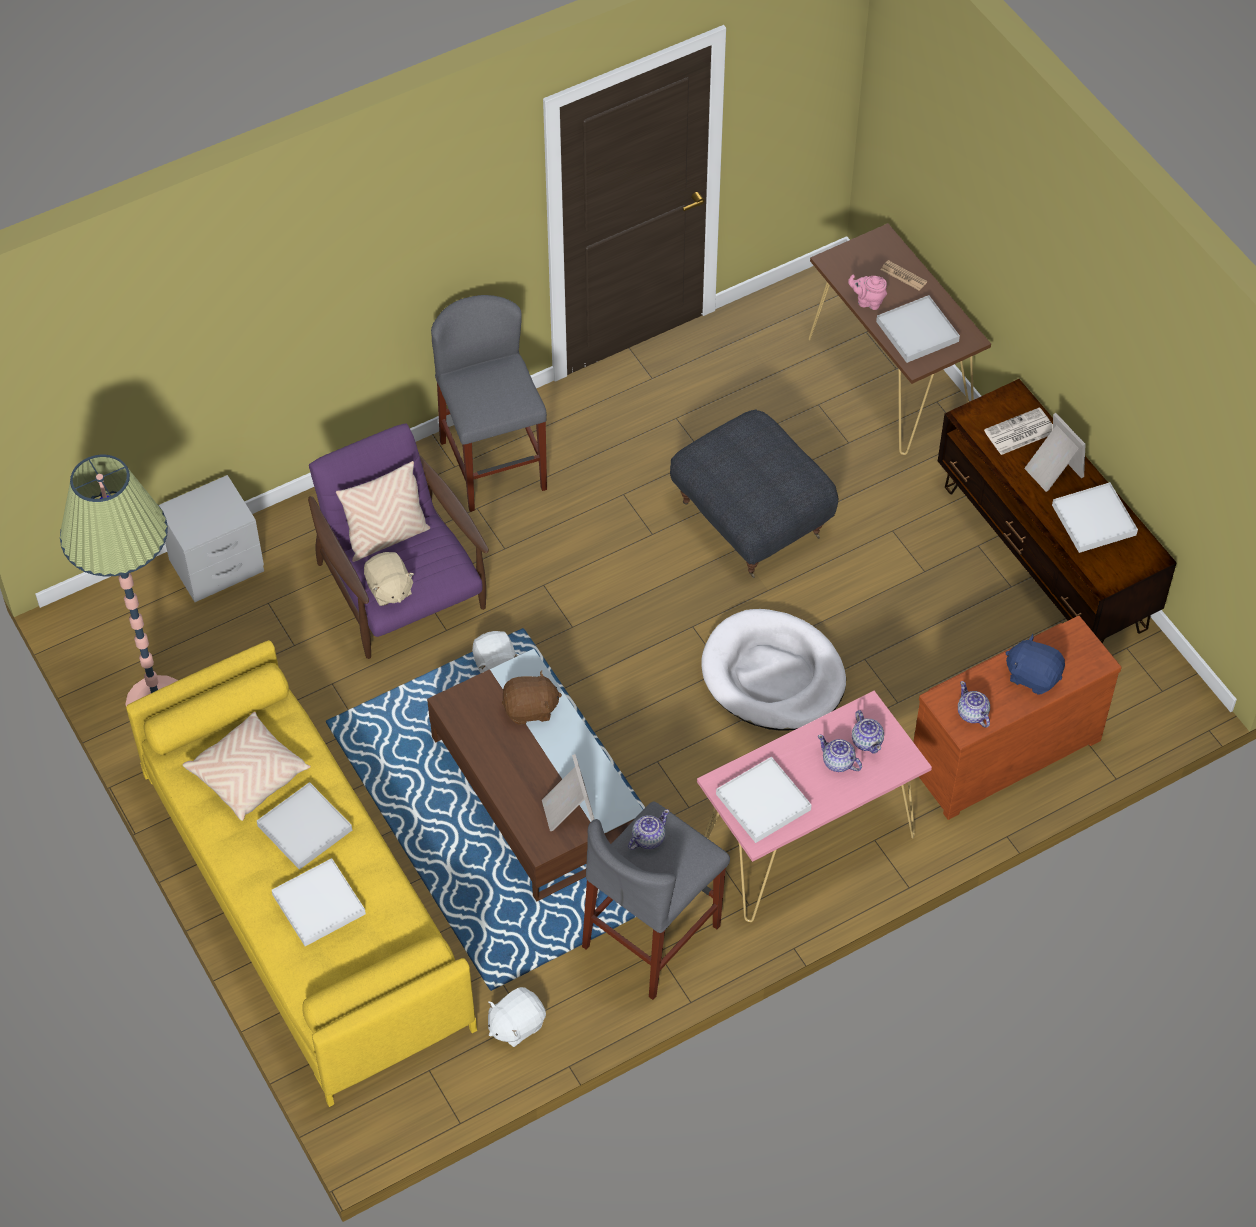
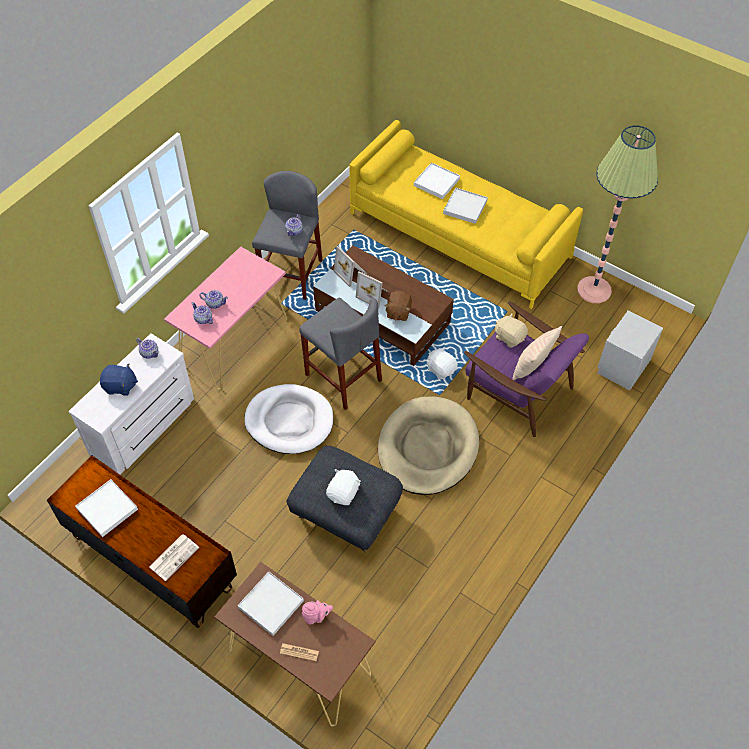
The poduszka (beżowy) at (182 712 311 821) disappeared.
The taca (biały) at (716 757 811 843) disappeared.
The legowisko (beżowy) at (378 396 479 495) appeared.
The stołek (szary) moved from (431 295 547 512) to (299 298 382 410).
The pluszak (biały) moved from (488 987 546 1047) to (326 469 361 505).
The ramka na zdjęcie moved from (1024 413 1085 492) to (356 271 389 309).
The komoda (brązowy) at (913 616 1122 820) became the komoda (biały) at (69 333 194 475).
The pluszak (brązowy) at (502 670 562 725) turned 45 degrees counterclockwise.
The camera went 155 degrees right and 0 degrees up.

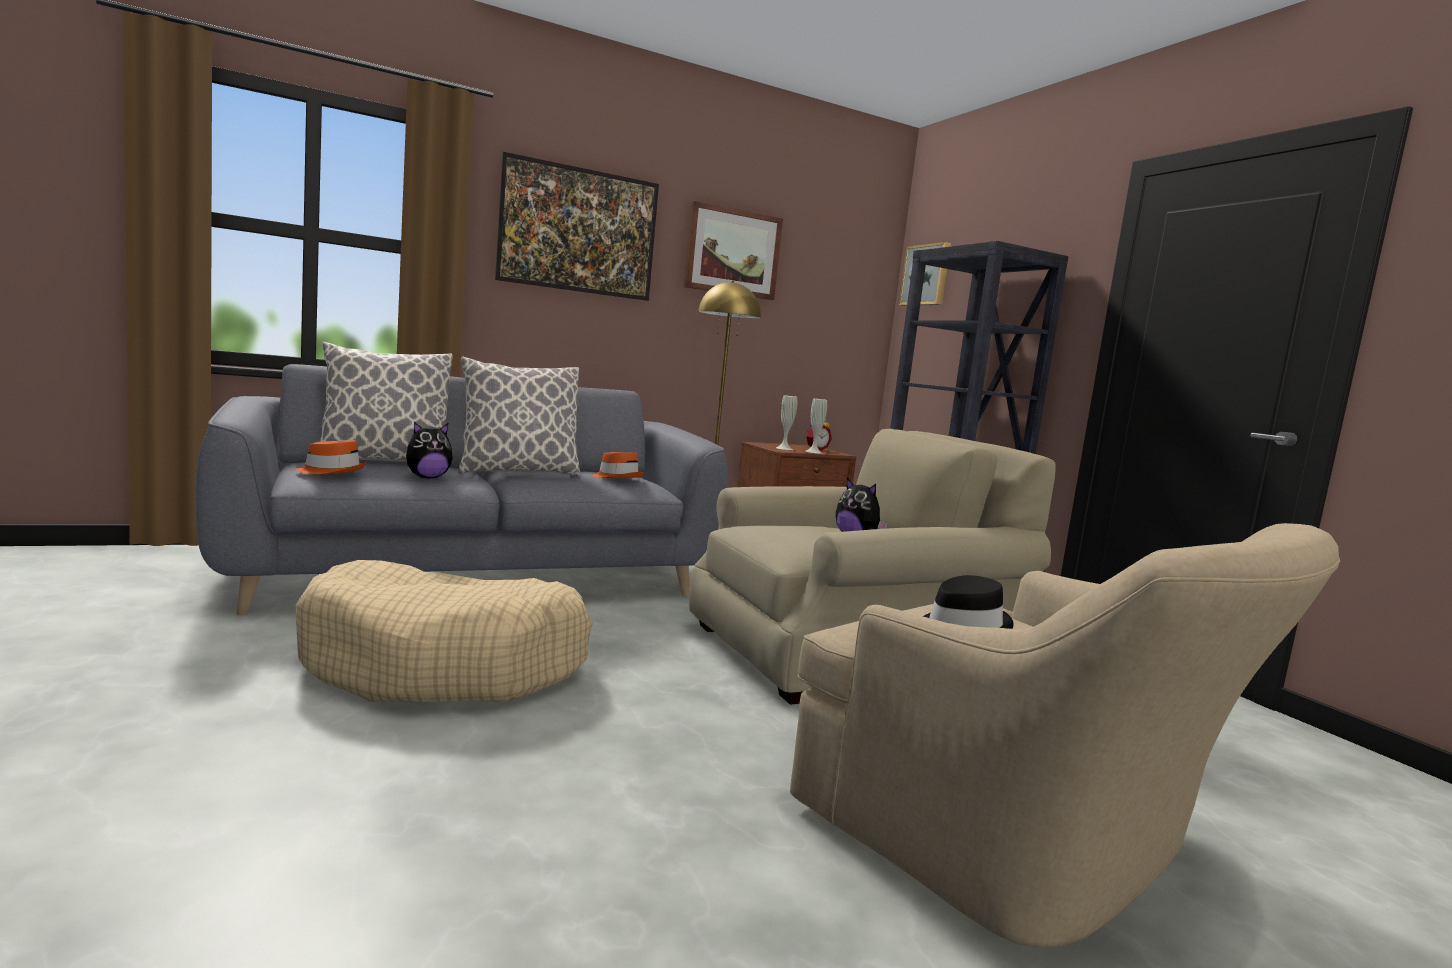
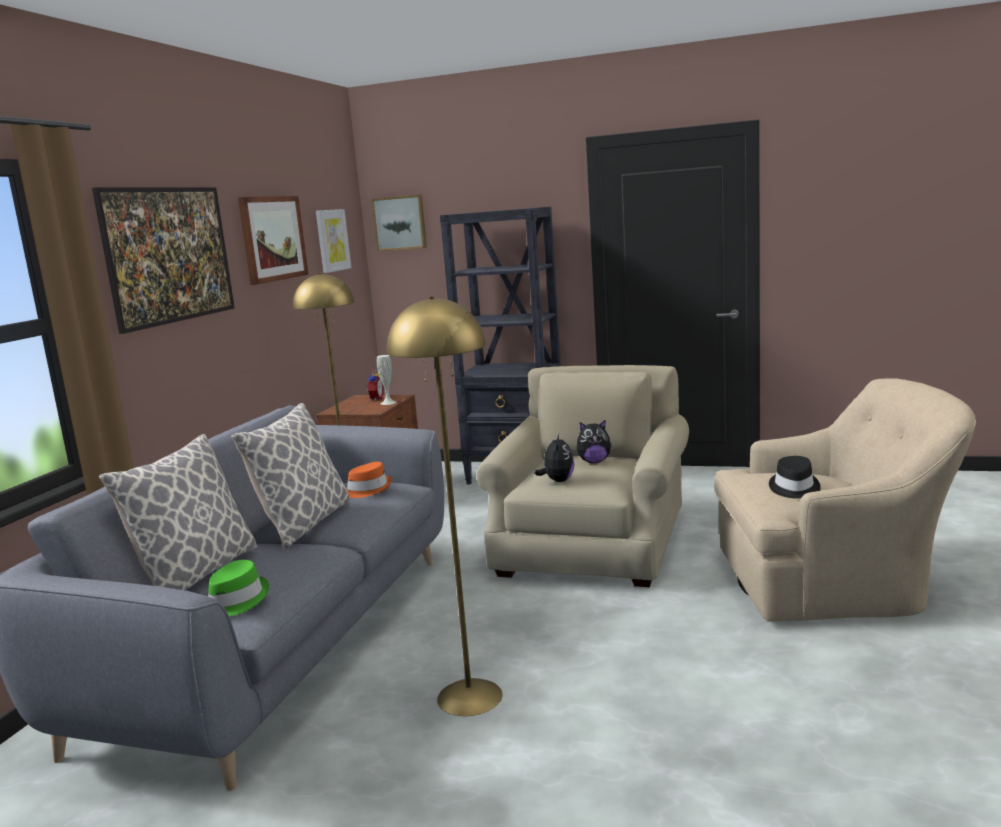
The wazon (biały) at (776 395 797 450) disappeared.
The obraz at (316 209 351 273) appeared.
The pluszak moved from (406 422 453 479) to (534 434 575 482).
The legowisko (beżowy) at (296 560 593 702) was replaced by the lampa stojąca (żółty) at (387 296 502 716).
The kapelusz (pomarańczowy) at (296 440 366 474) became the kapelusz (zielony) at (208 560 269 617).
The camera went 45 degrees left and 5 degrees up.

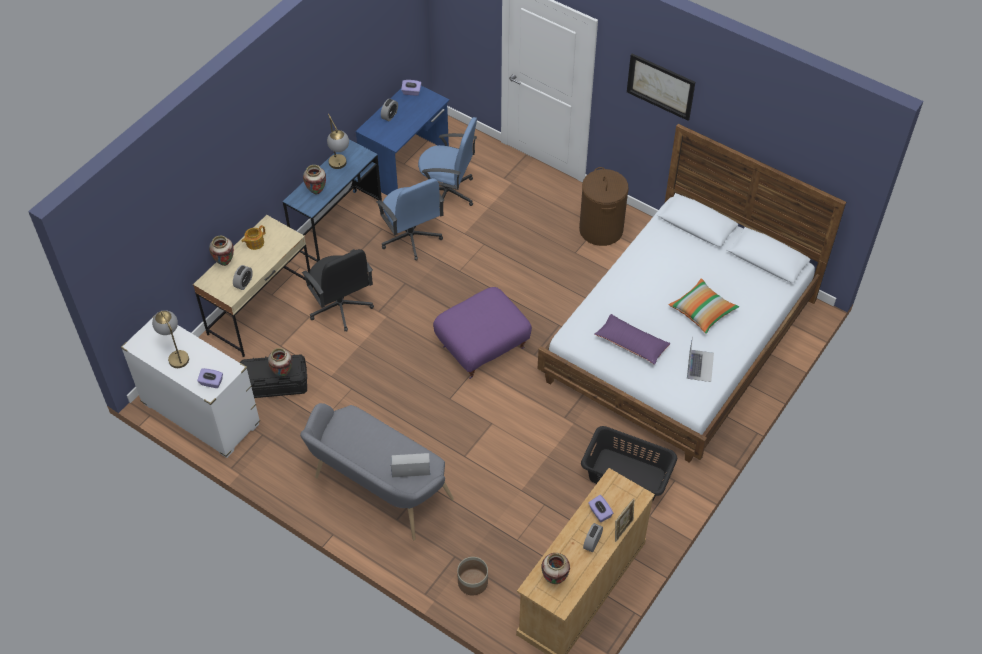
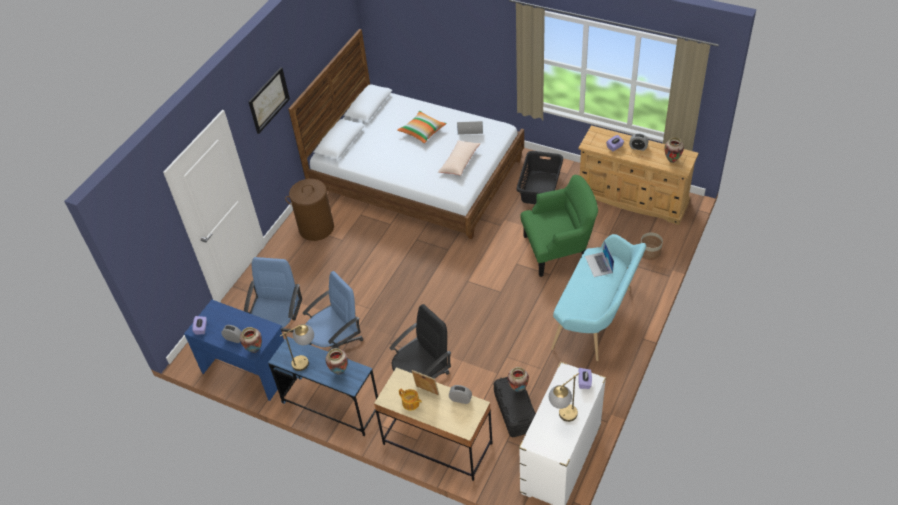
The pufa (fioletowy) at (433 287 532 379) disappeared.
The fotel (zielony) at (520 175 598 277) appeared.
The wazon moved from (209 236 234 266) to (240 327 262 353).
The ramka na zdjęcie moved from (615 498 635 542) to (412 370 439 395).
The ławka (szary) at (300 403 454 540) became the ławka (turkusowy) at (551 234 646 361).
The poduszka (fioletowy) at (594 314 671 365) became the poduszka (beżowy) at (438 141 481 176).
The camera went 95 degrees left and 5 degrees down.

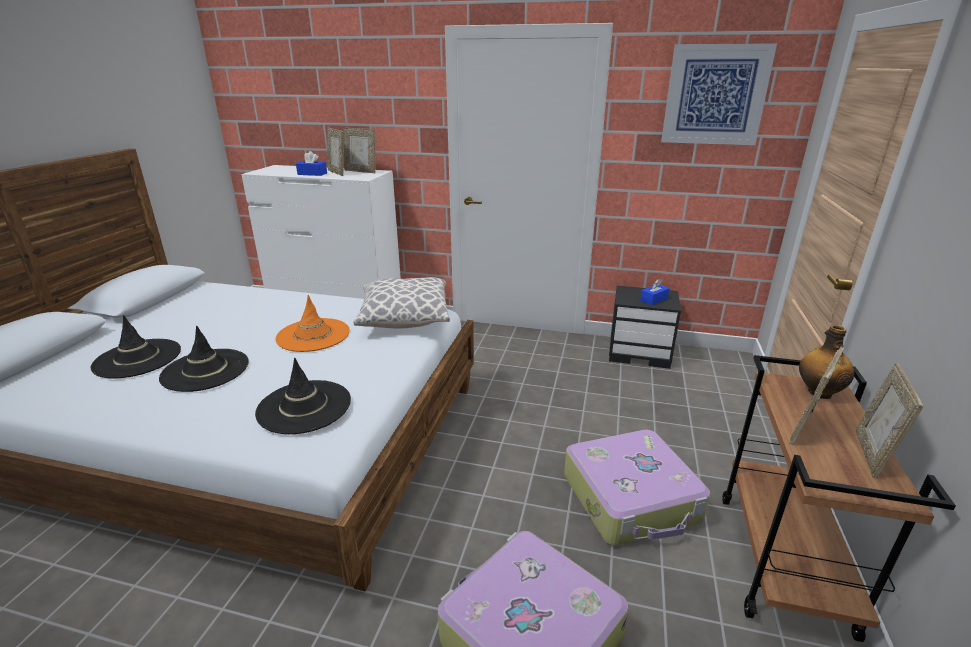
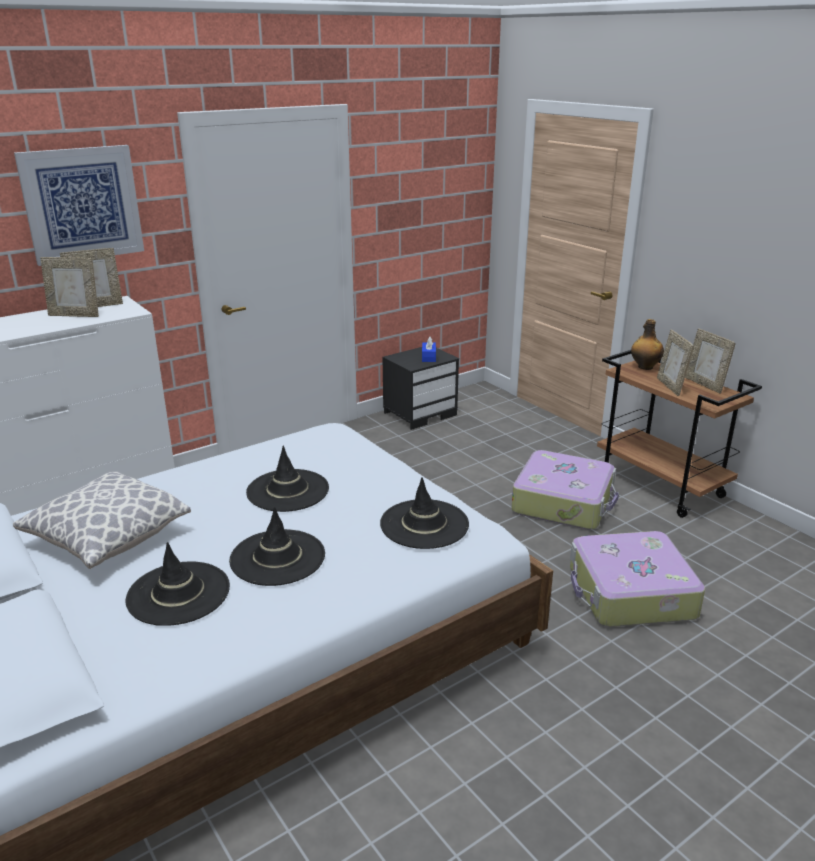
The pudełko chusteczek (niebieski) at (296 151 327 176) disappeared.
The poduszka moved from (354 277 450 329) to (13 471 191 569).
The obraz moved from (661 43 777 145) to (14 145 144 266).
The kapelusz (pomarańczowy) at (275 295 350 352) became the kapelusz (czarny) at (246 446 329 512).
The camera went 50 degrees left and 0 degrees up.

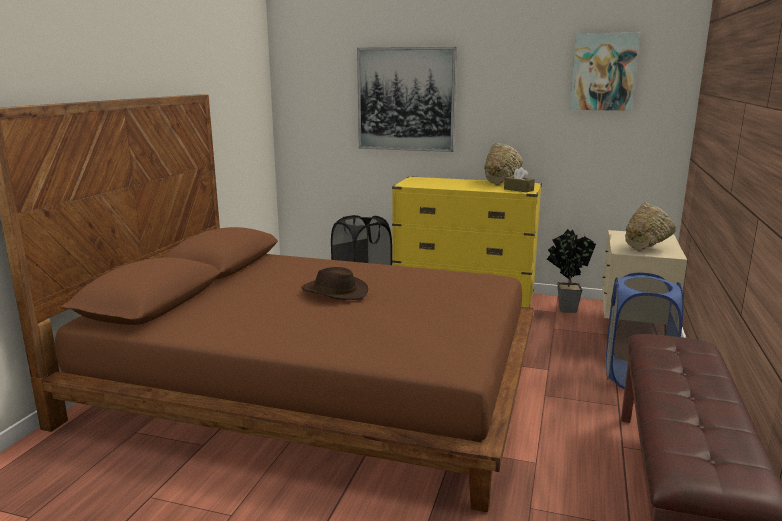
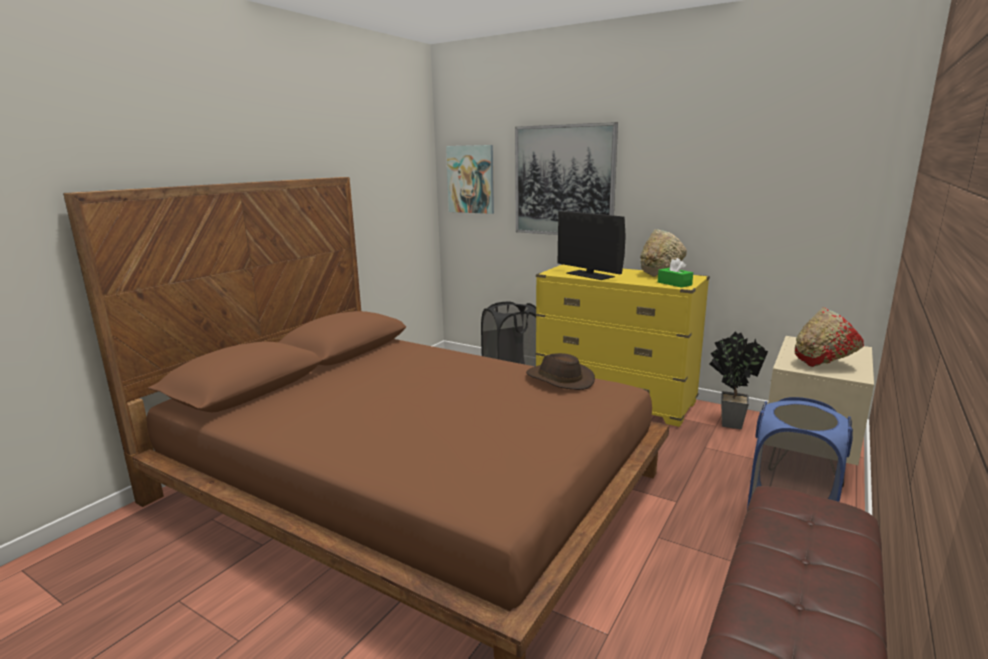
The monitor at (558 211 626 280) appeared.
The kapelusz (brązowy) moved from (301 267 368 300) to (526 353 595 390).
The obraz moved from (570 33 639 111) to (446 145 494 214).
The pudełko chusteczek (brązowy) at (504 167 535 192) became the pudełko chusteczek (zielony) at (658 258 693 288).
The miska (beżowy) at (625 202 676 251) became the miska (czerwony) at (795 307 864 367).
The camera went 15 degrees right and 0 degrees up.

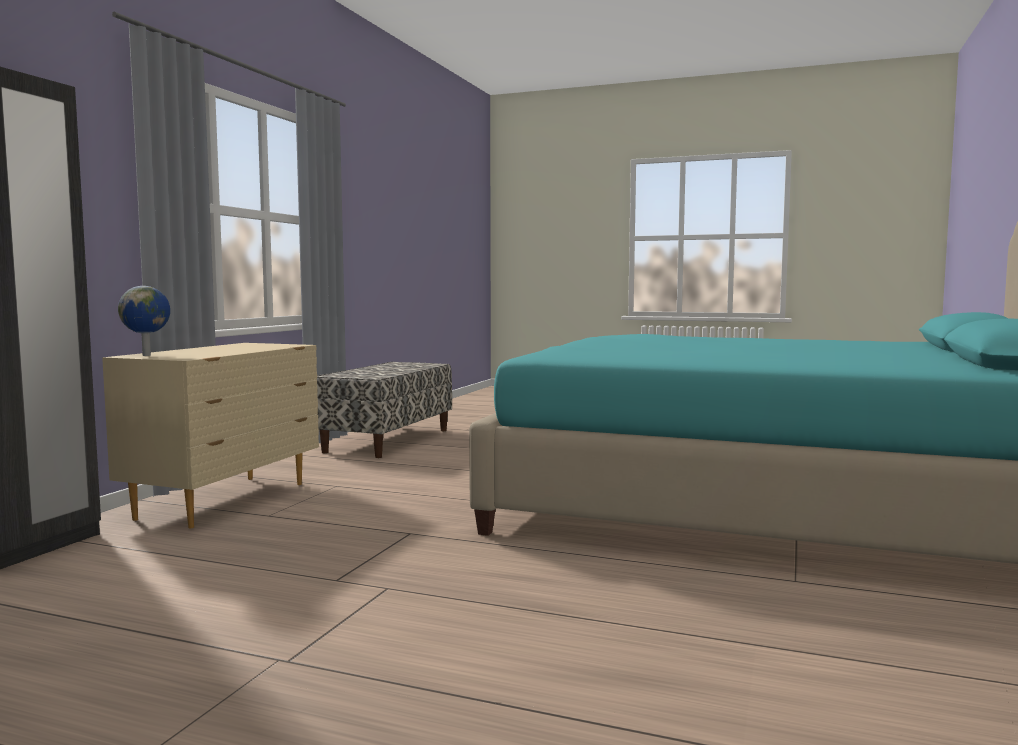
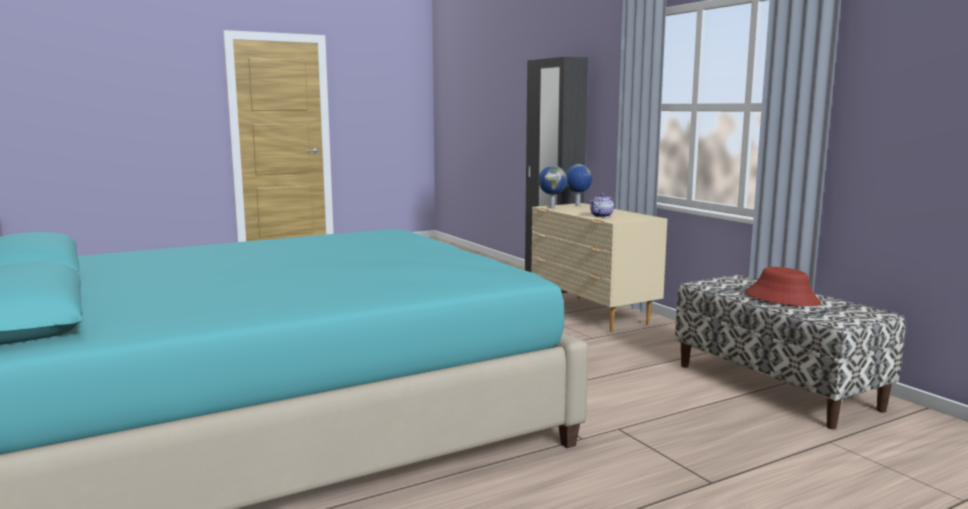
The globus at (538 166 567 208) appeared.
The imbryk at (590 193 614 217) appeared.
The kapelusz (czerwony) at (745 267 821 306) appeared.
The camera went 130 degrees right and 5 degrees up.

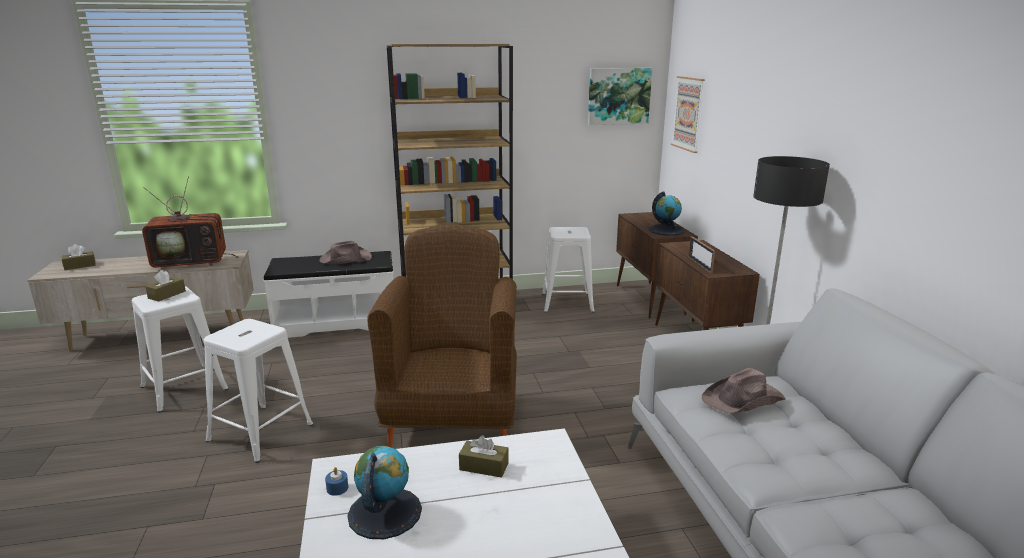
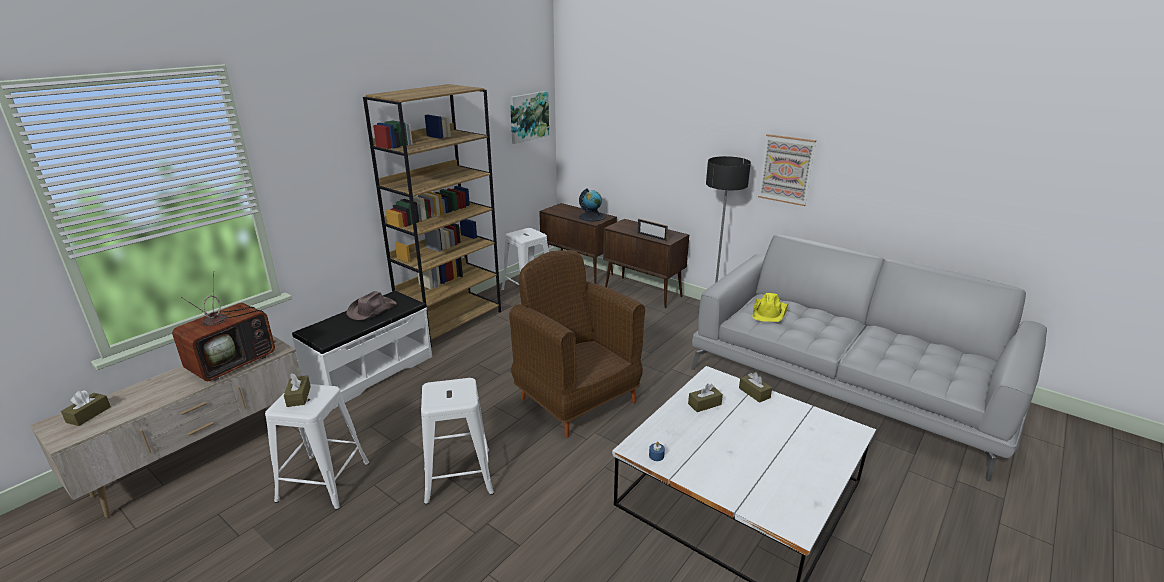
The globus at (347 446 422 539) disappeared.
The pudełko chusteczek (brązowy) at (739 372 772 403) appeared.
The obraz moved from (671 76 705 153) to (758 134 816 206).
The kapelusz (brązowy) at (702 368 786 414) became the kapelusz (żółty) at (752 293 789 322).
The camera went 40 degrees left and 5 degrees up.

